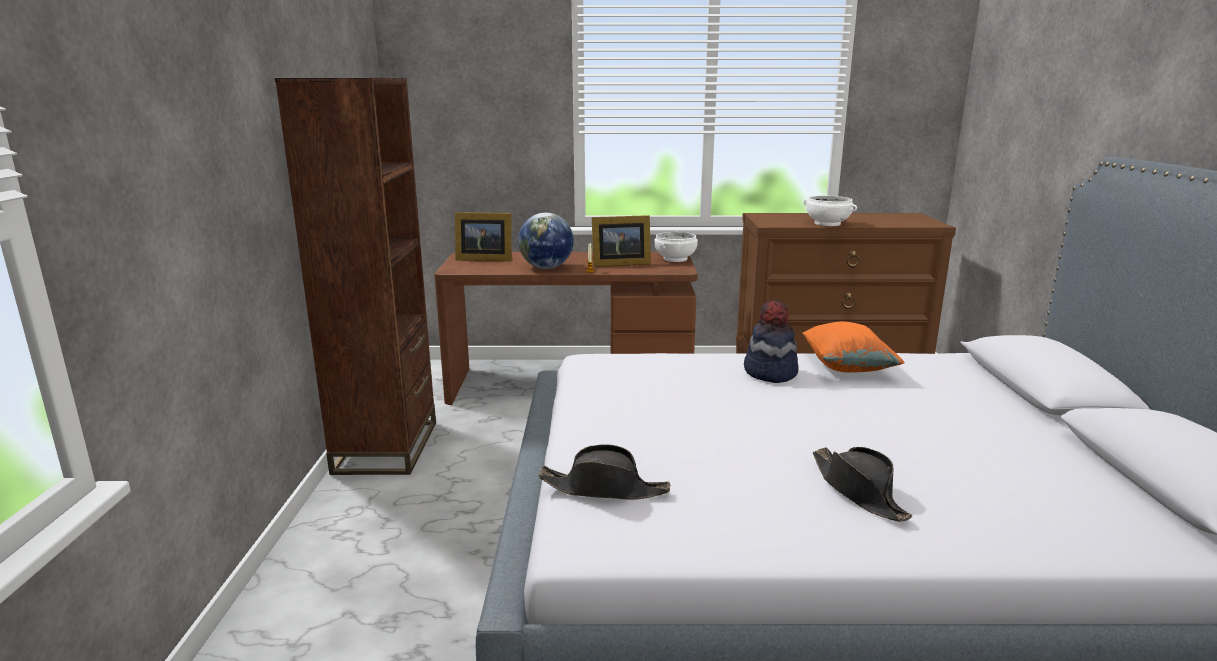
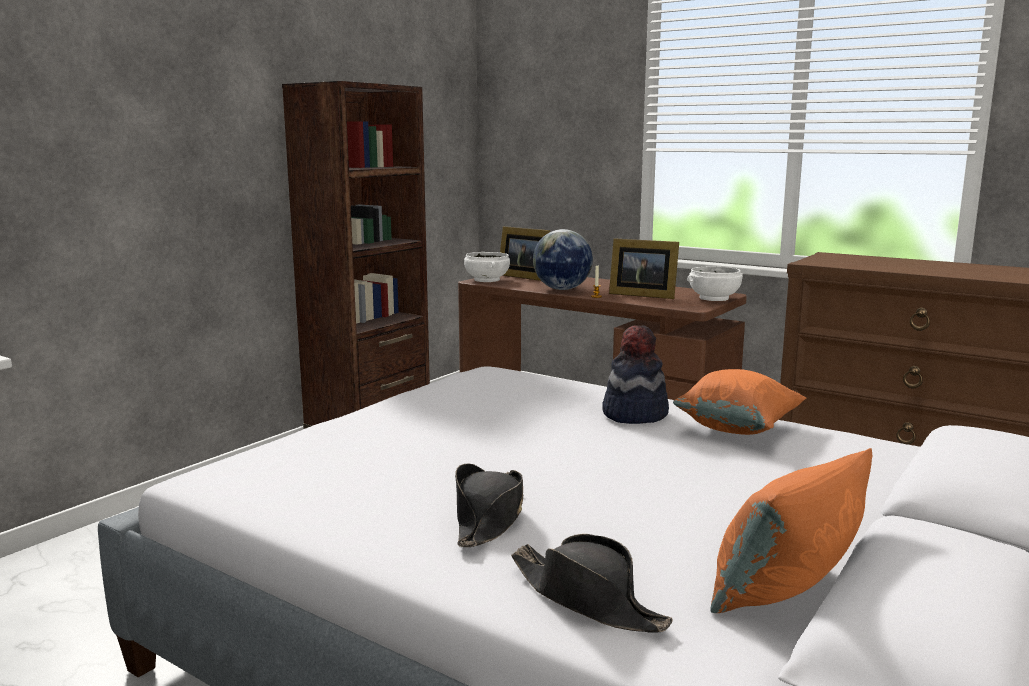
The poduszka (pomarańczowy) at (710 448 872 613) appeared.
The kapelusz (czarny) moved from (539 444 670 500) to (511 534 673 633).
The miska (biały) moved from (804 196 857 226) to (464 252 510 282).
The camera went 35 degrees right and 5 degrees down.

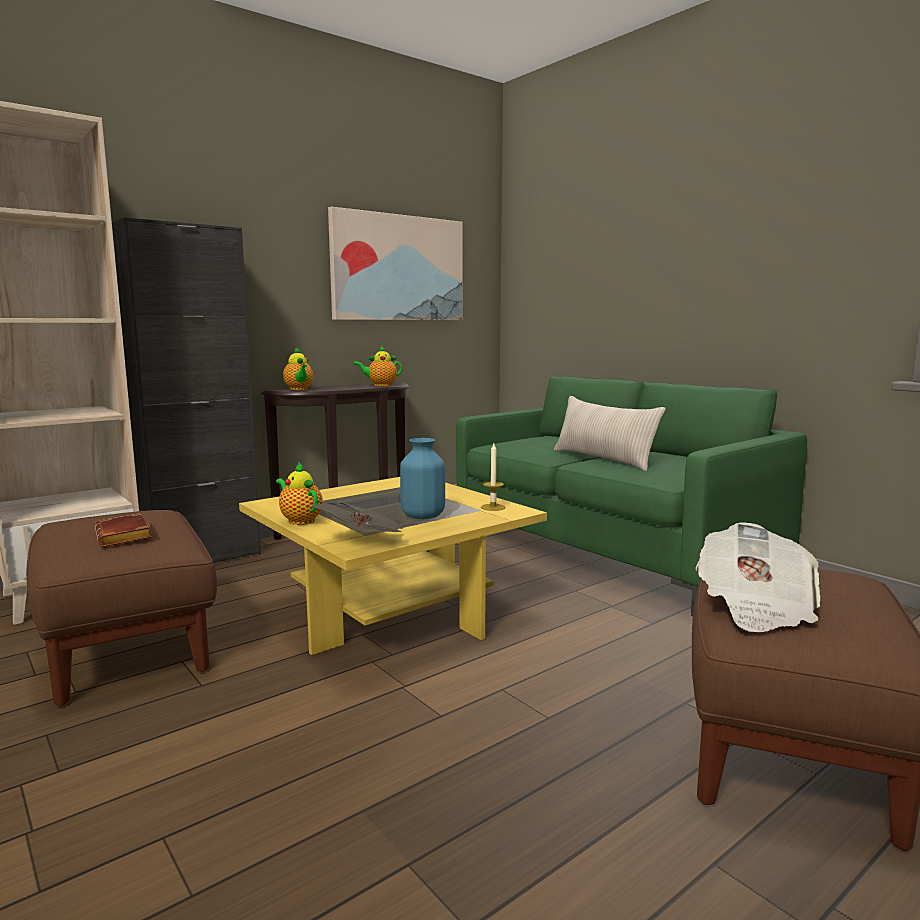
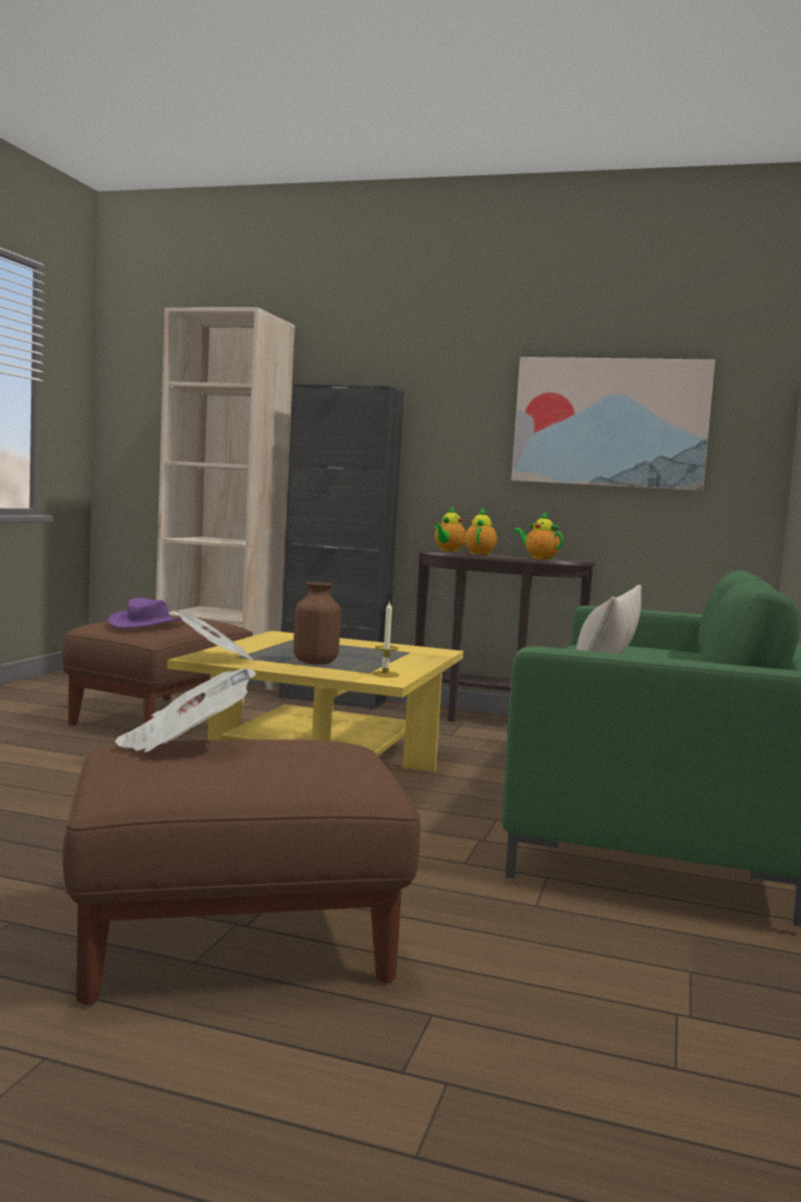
The imbryk moved from (276 462 323 525) to (465 508 497 555).
The książka (brązowy) at (95 513 152 547) was replaced by the kapelusz (fioletowy) at (108 598 183 629).
The wazon (niebieski) at (400 438 445 519) became the wazon (brązowy) at (293 582 341 665).
The camera went 55 degrees right and 5 degrees down.

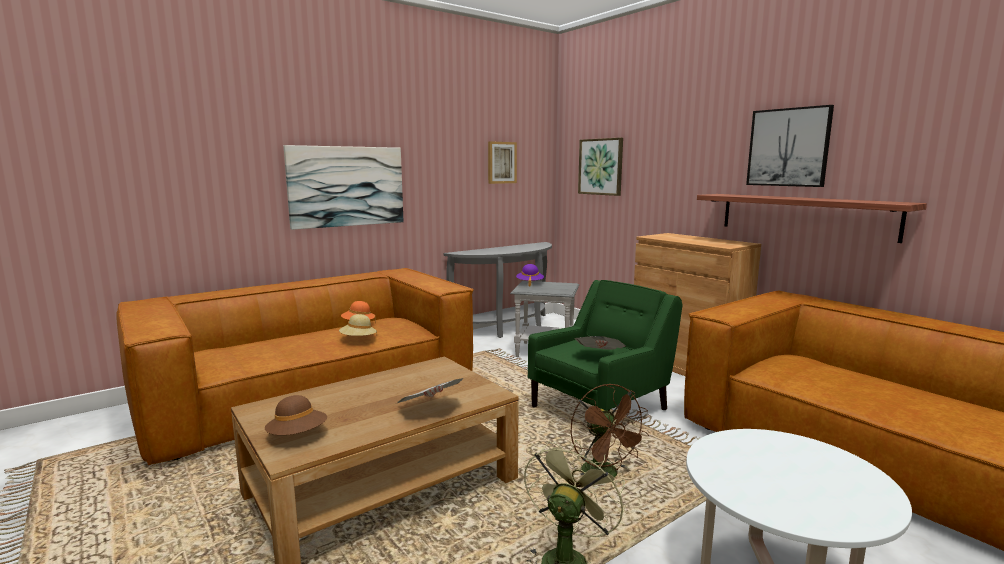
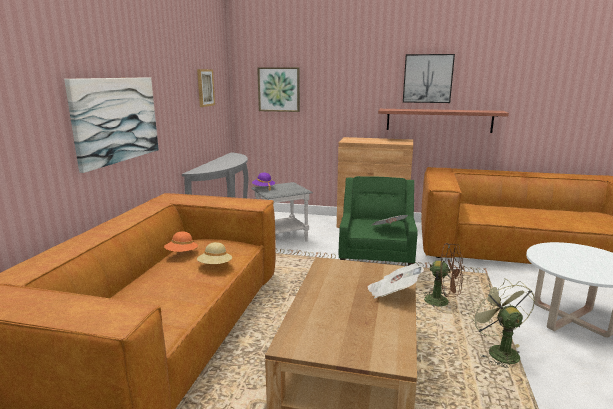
The kapelusz (brązowy) at (265 395 327 435) disappeared.
The camera went 40 degrees left and 5 degrees up.

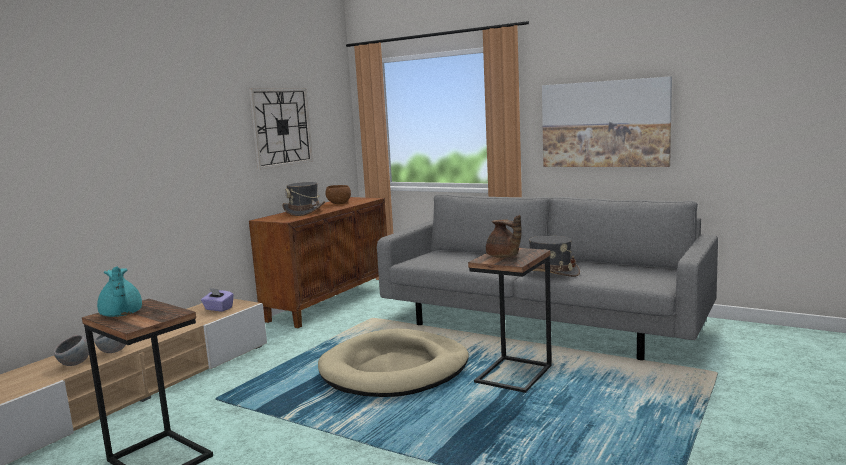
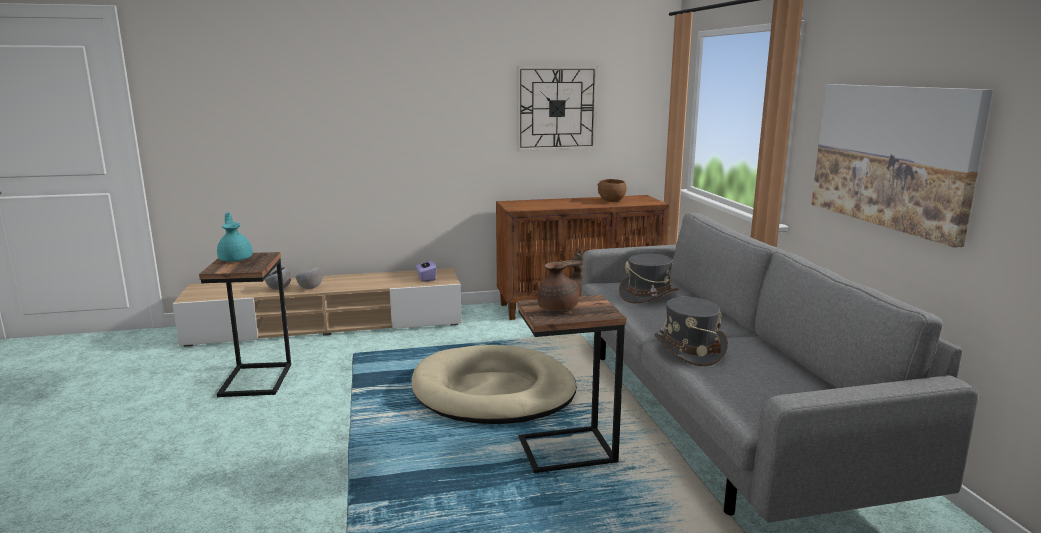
The kapelusz (szary) moved from (282 182 325 216) to (619 254 679 303).
The imbryk (turkusowy) at (97 266 142 317) turned 135 degrees clockwise.
The imbryk (brązowy) at (486 215 521 258) turned 135 degrees counterclockwise.
The camera went 45 degrees right and 5 degrees up.

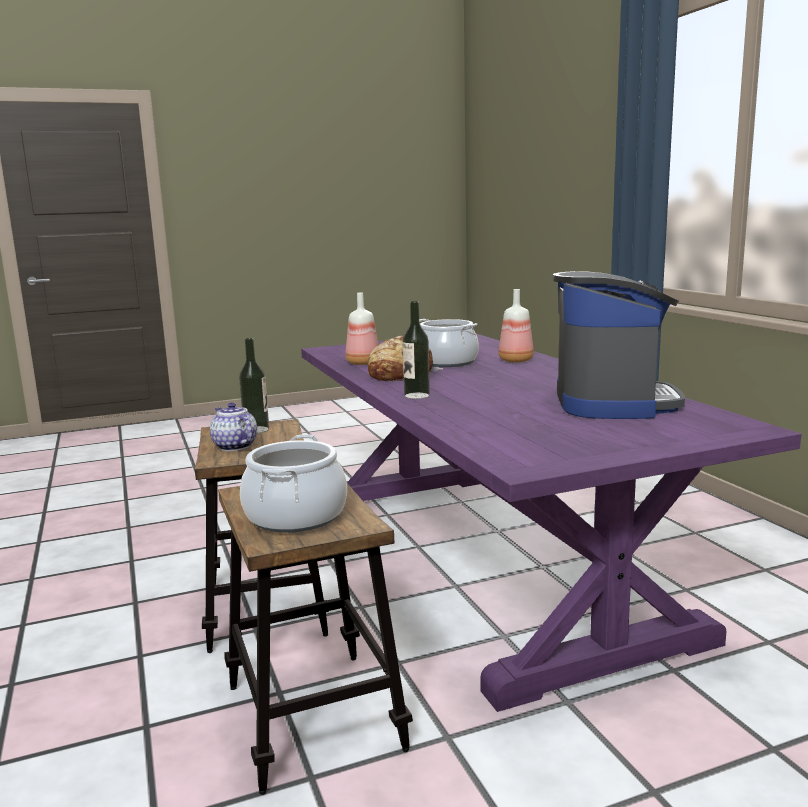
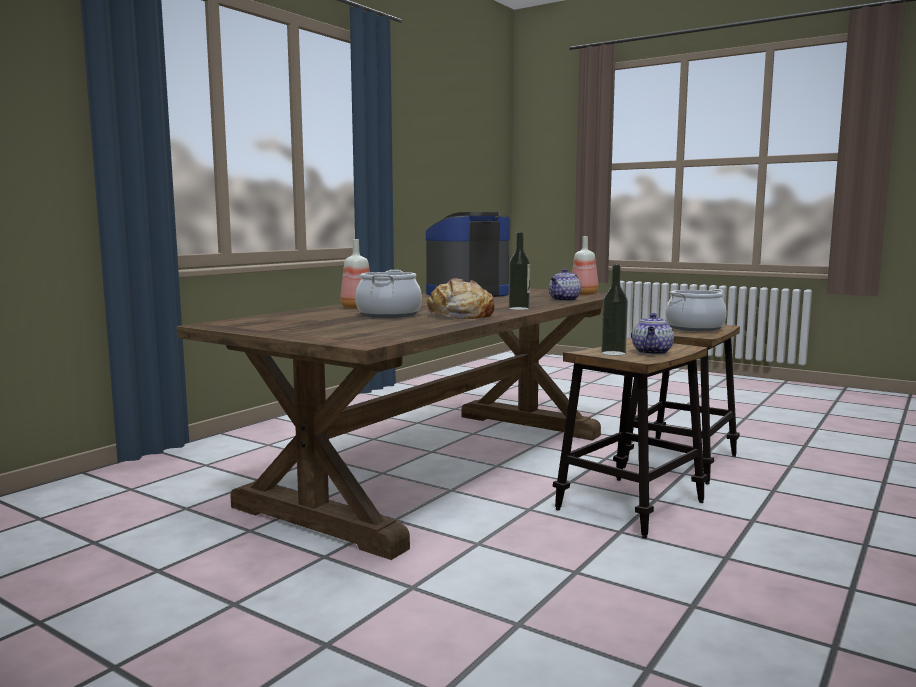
The imbryk at (549 269 581 301) appeared.
The butelka moved from (346 293 379 365) to (572 236 599 295).
The stół jadalny (fioletowy) at (301 333 801 712) became the stół jadalny (brązowy) at (177 289 626 560).
The camera went 125 degrees left and 5 degrees down.

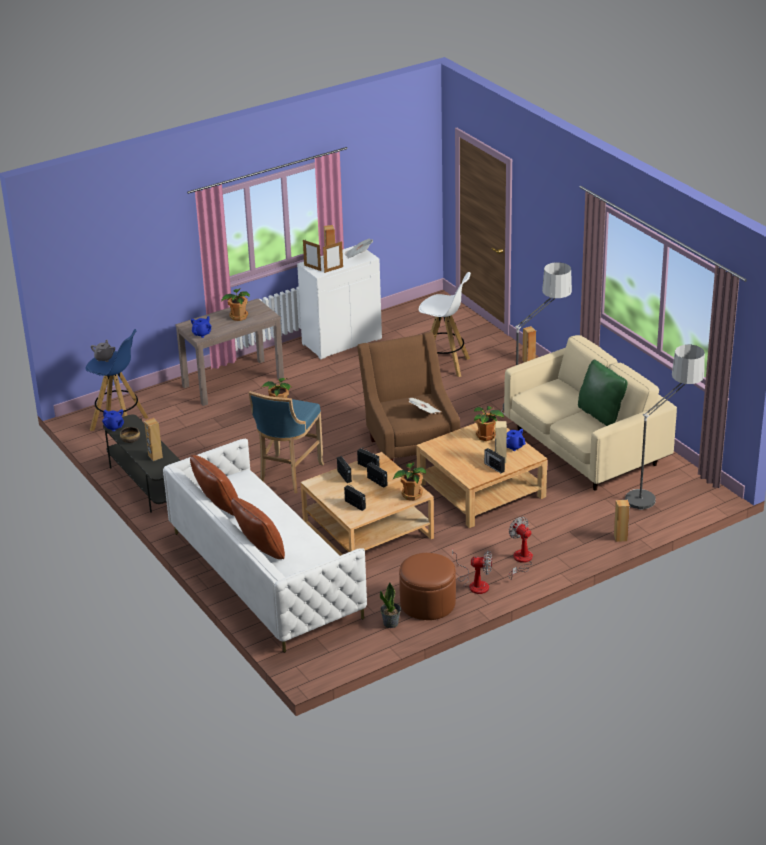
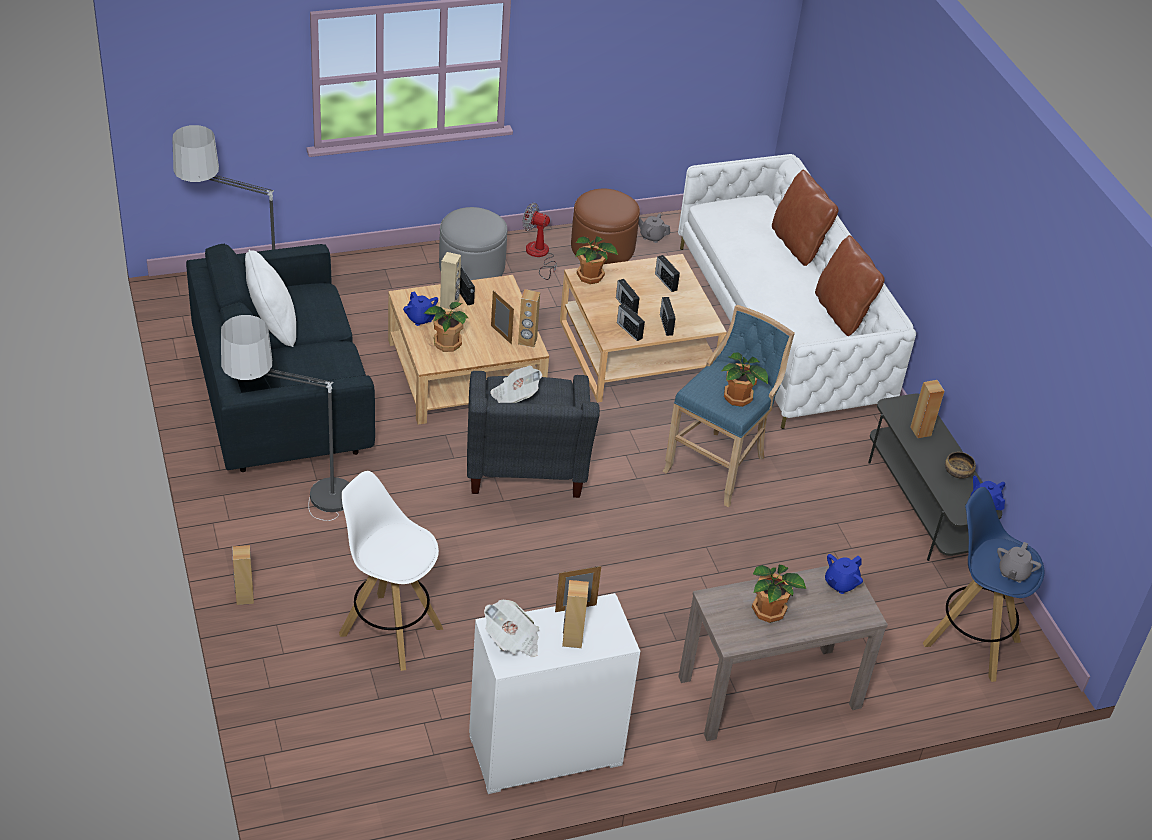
The ramka na zdjęcie moved from (303 240 321 271) to (491 291 514 344).
The głośnik (brązowy) moved from (614 500 630 542) to (518 289 540 347).
The roślina doniczkowa at (380 583 401 628) was replaced by the imbryk (szary) at (638 214 671 243).
The wentylator at (509 517 533 580) was replaced by the pufa (szary) at (439 207 507 280).
The fotel (brązowy) at (357 332 460 461) became the fotel (szary) at (467 371 600 498).
The kanapa (beżowy) at (504 335 677 491) became the kanapa (niebieski) at (186 244 375 472).
The poduszka (zielony) at (578 359 628 426) became the poduszka (biały) at (245 250 296 347).
The camera went 170 degrees left and 10 degrees up.

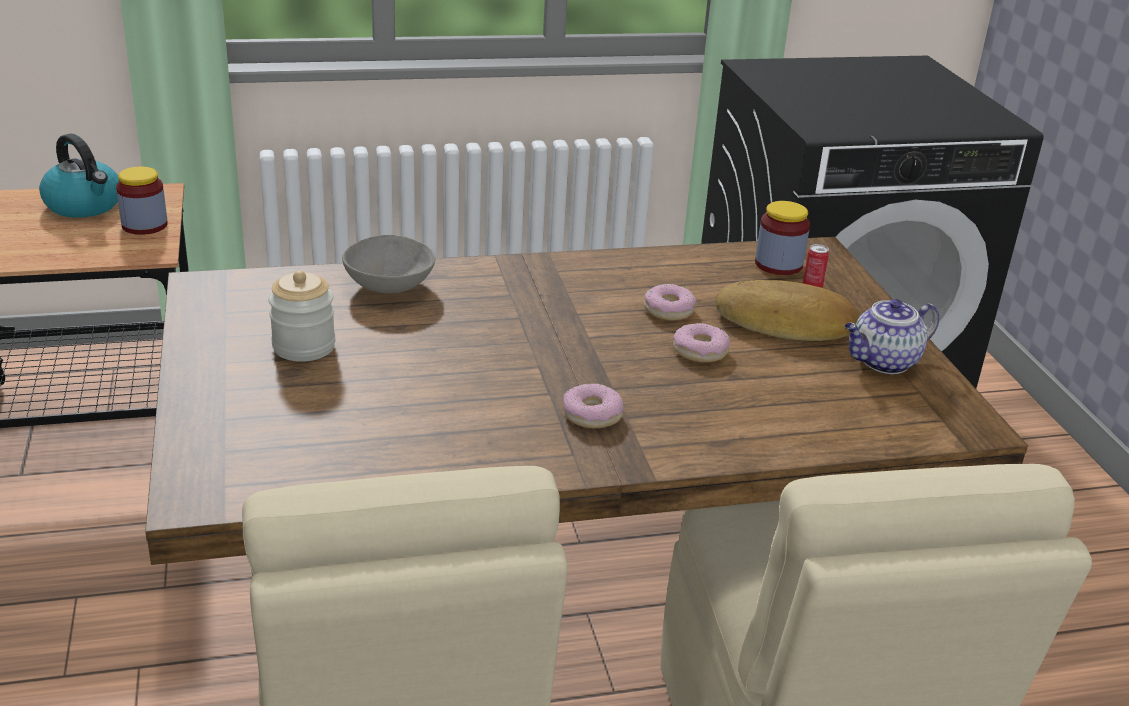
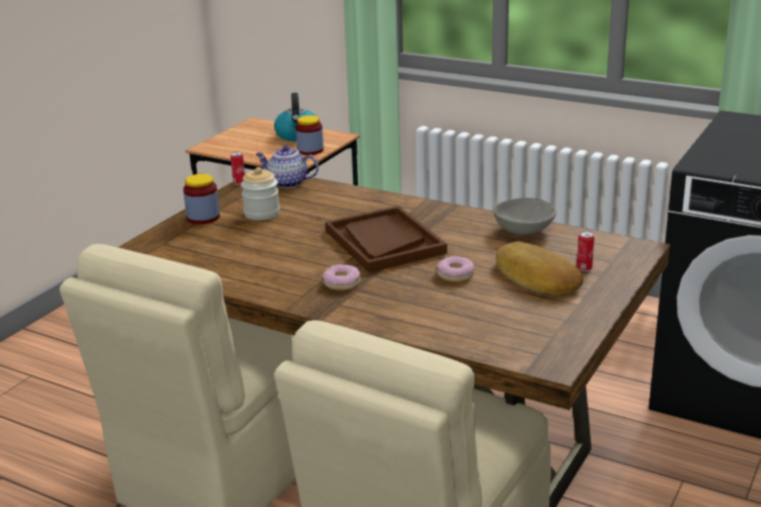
The donut at (644 284 696 321) disappeared.
The puszka at (231 152 245 185) appeared.
The taca (brązowy) at (325 206 447 273) appeared.
The miska (szary) moved from (342 235 436 294) to (493 198 556 235).
The słoik moved from (755 201 810 275) to (183 174 220 224).
The imbryk moved from (845 299 939 374) to (255 146 319 188).
The camera went 45 degrees right and 5 degrees down.

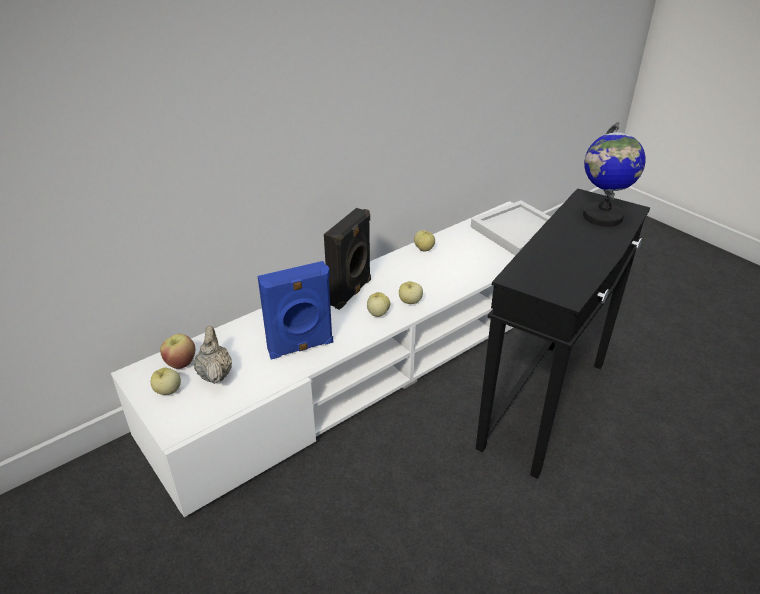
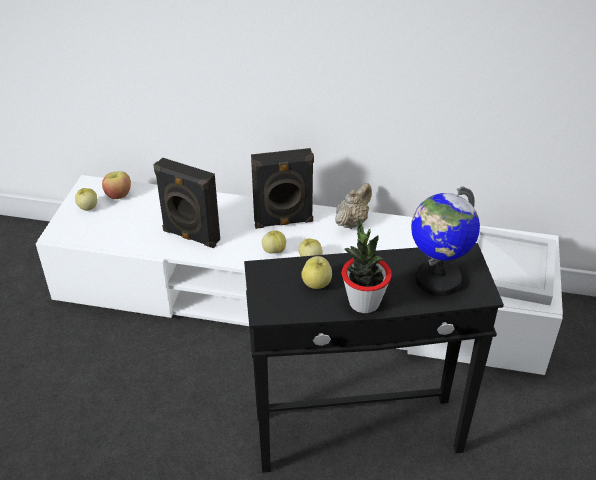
The roślina doniczkowa at (342 218 392 313) appeared.
The imbryk (beżowy) moved from (194 326 232 384) to (335 183 372 229).
The jabłko moved from (414 230 435 252) to (301 256 332 289).
The głośnik (niebieski) at (258 261 333 359) became the głośnik (czarny) at (153 157 220 248).
The camera went 50 degrees right and 5 degrees up.

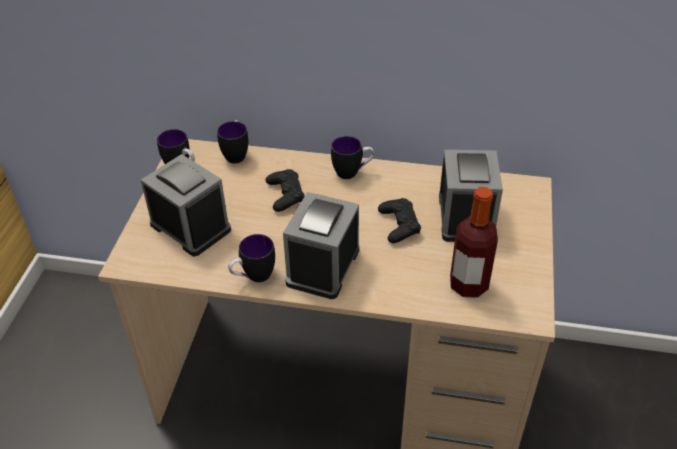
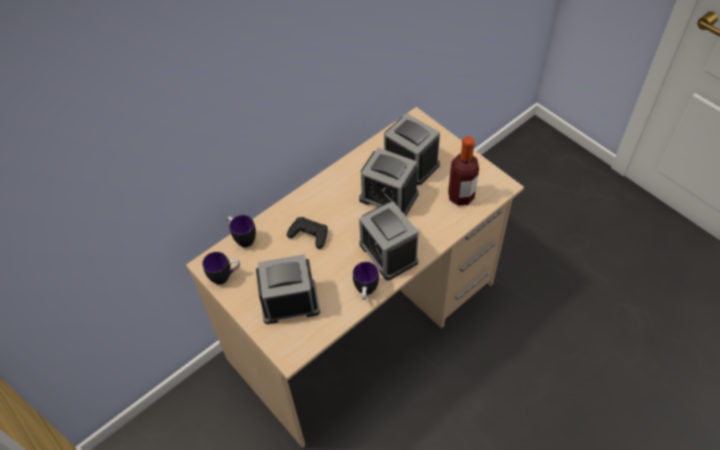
The kubek at (331 136 374 179) disappeared.
The pad do gier (czarny) at (378 198 421 243) was replaced by the budzik at (359 148 419 216).
The camera went 50 degrees left and 10 degrees up.

